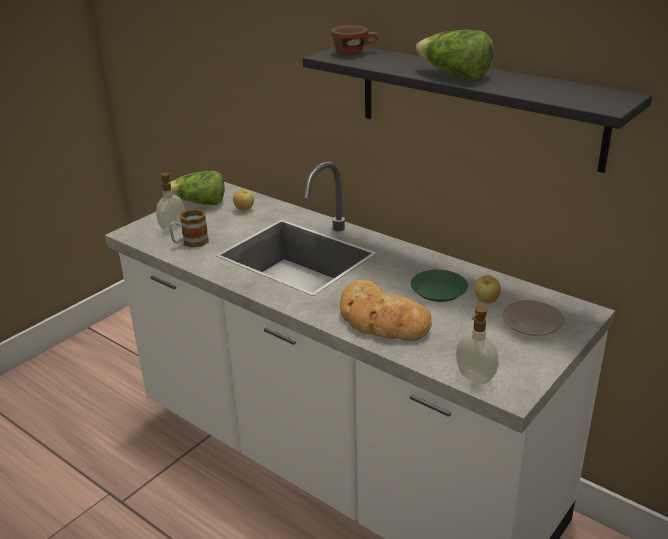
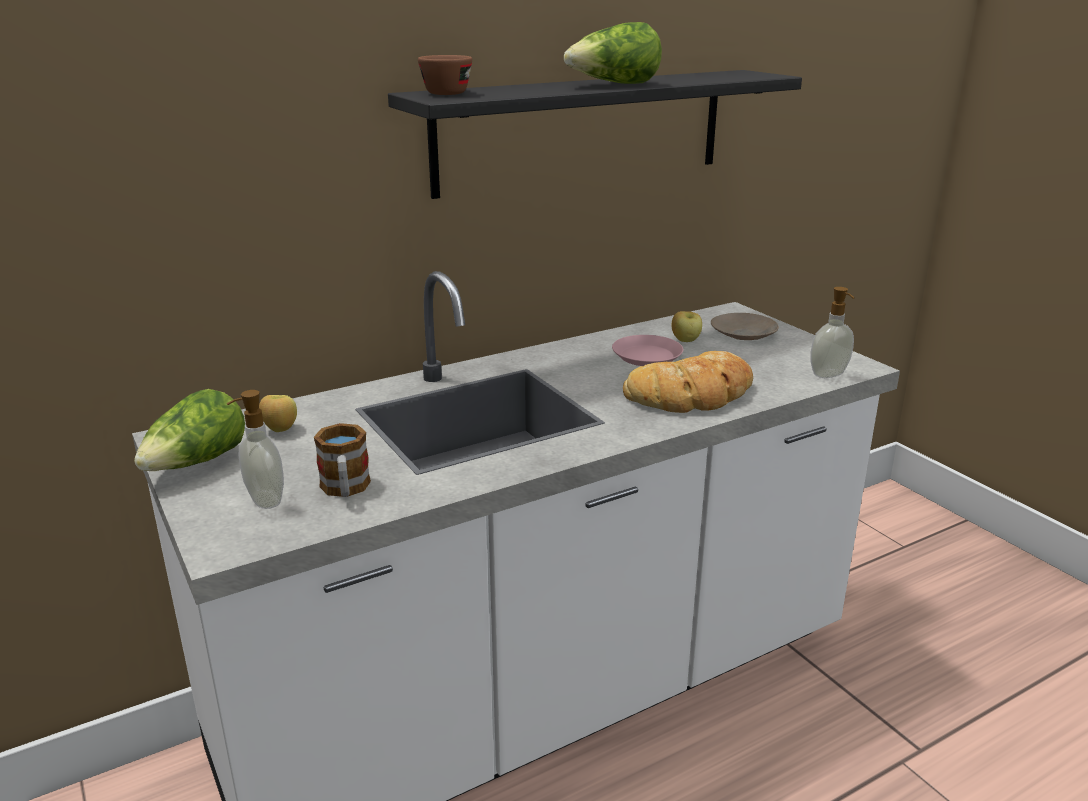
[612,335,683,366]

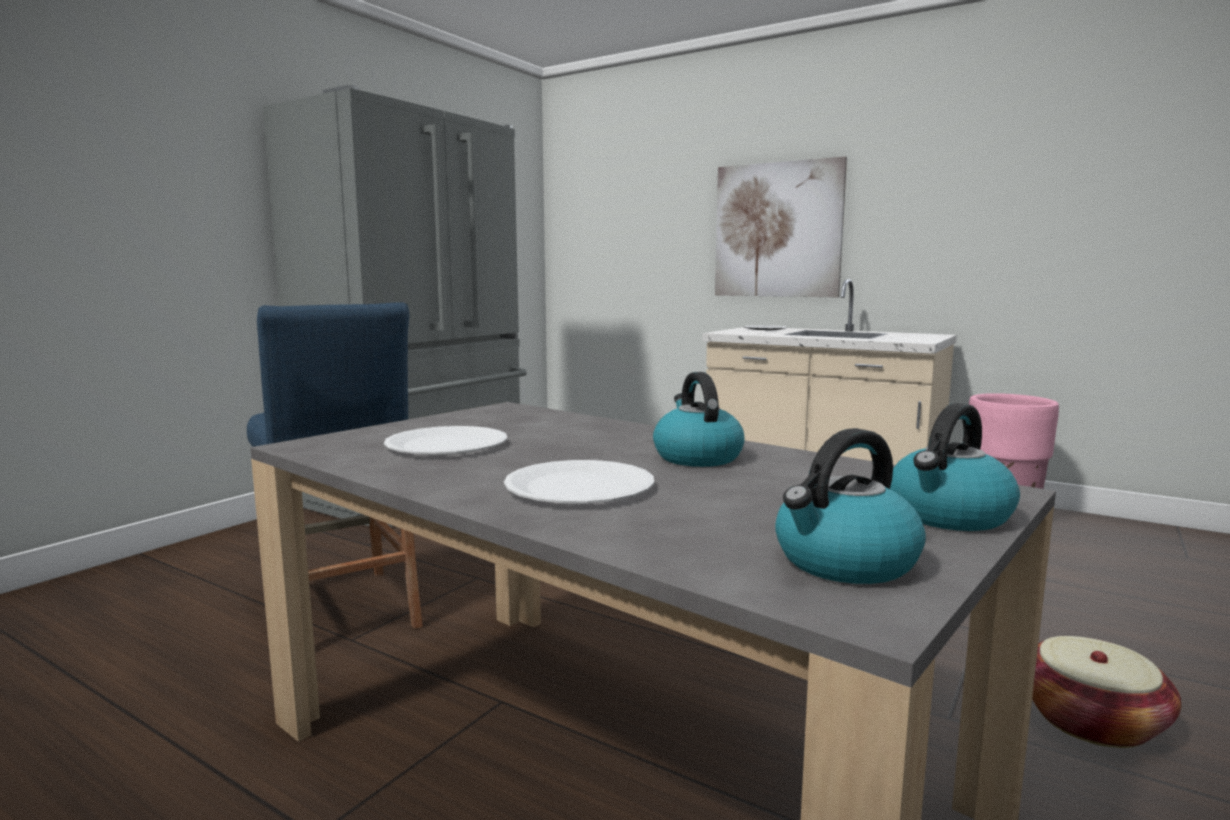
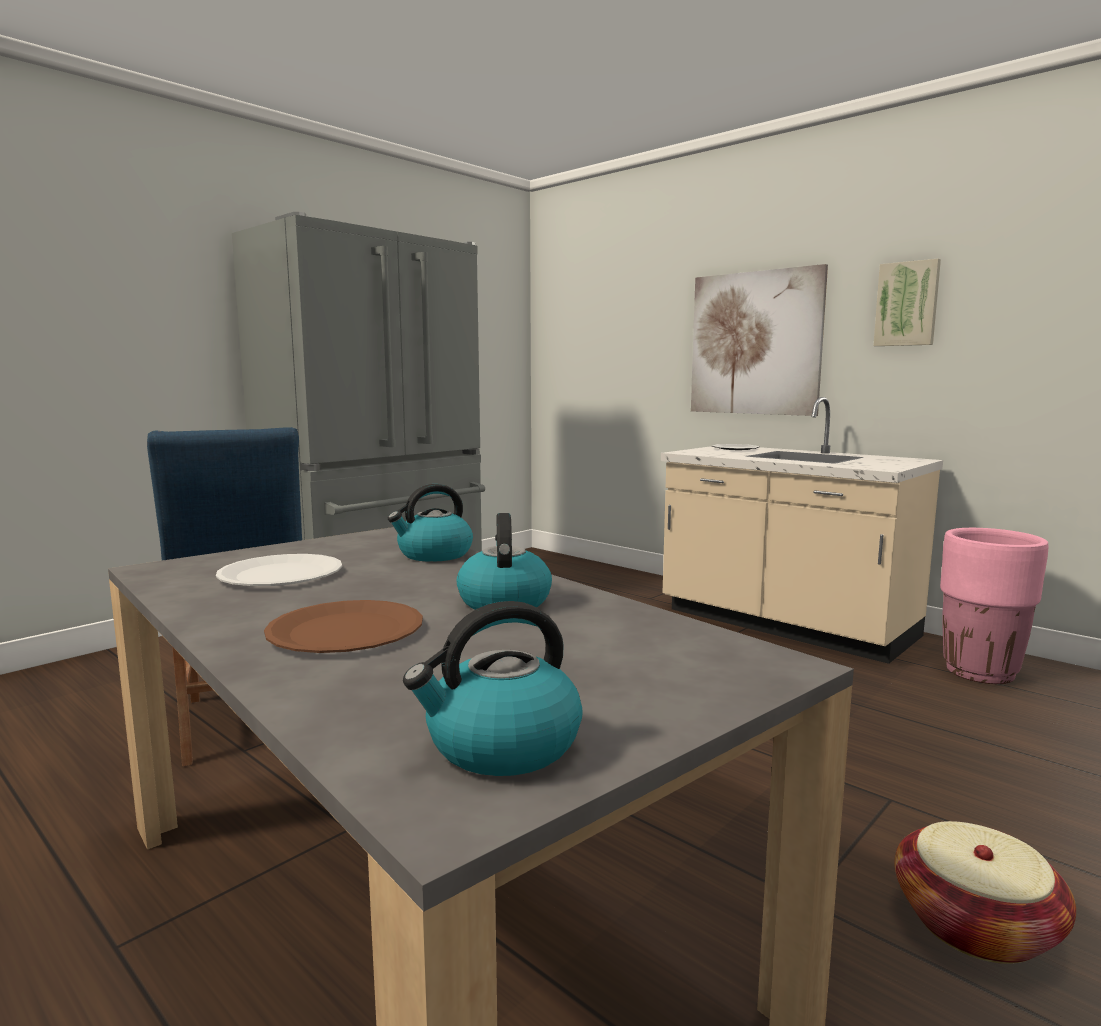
[264,600,423,653]
[388,484,473,562]
[873,258,941,346]

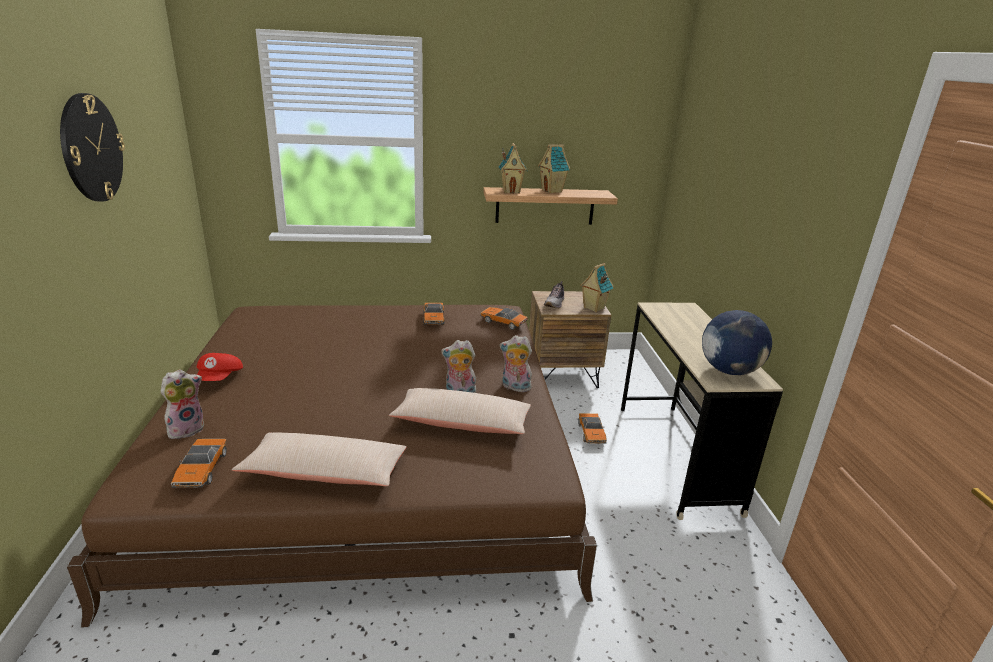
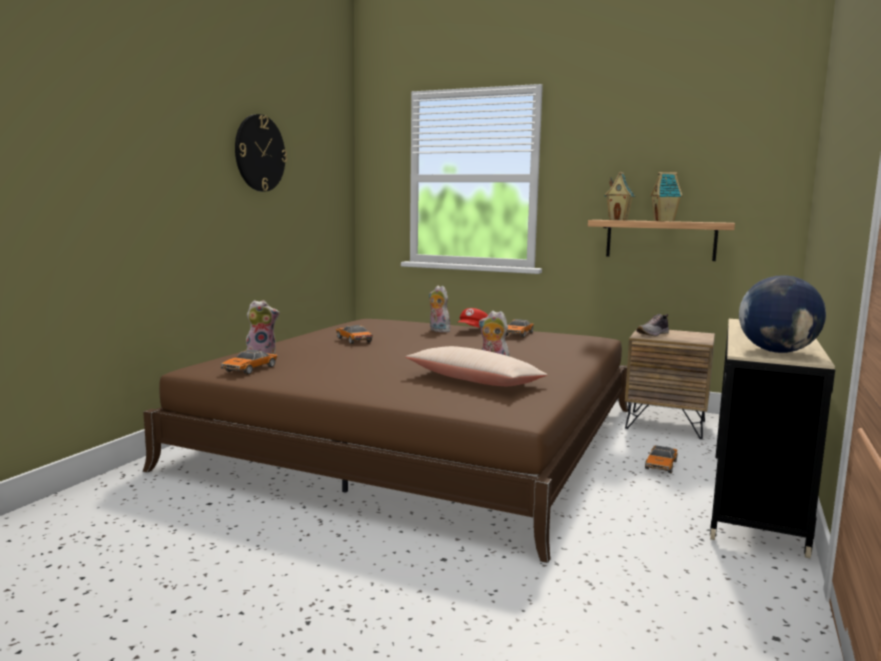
[336,325,373,344]
[429,285,450,332]
[457,308,488,328]
[232,432,406,486] (first image)
[580,263,614,312] (first image)

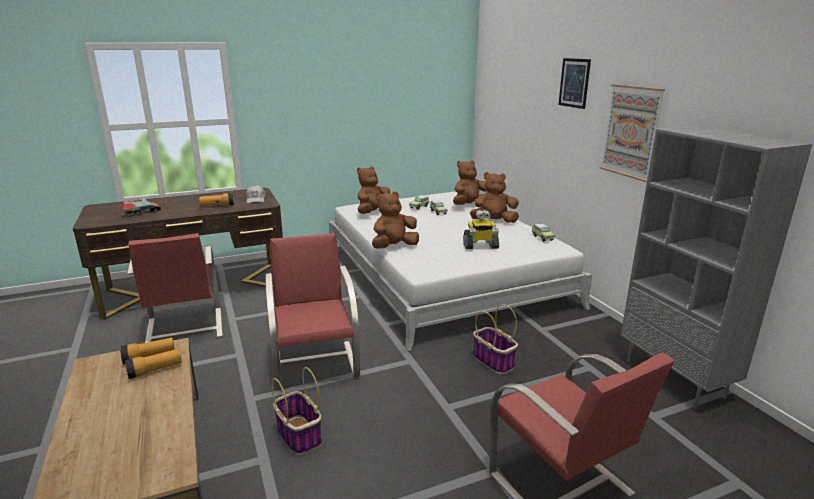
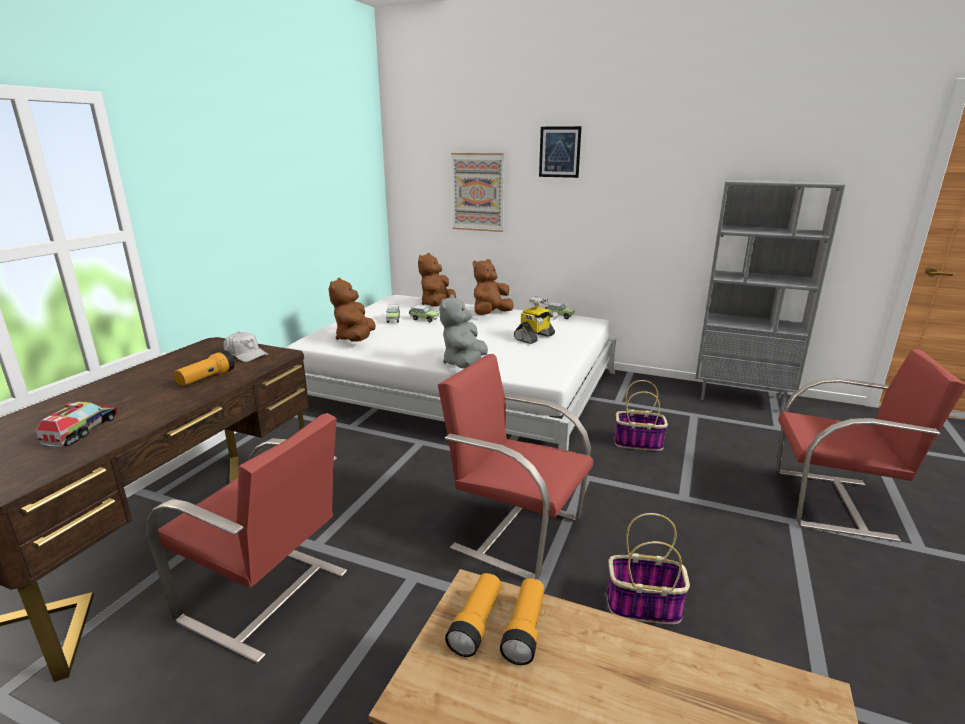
[439,295,488,369]
[451,153,504,232]

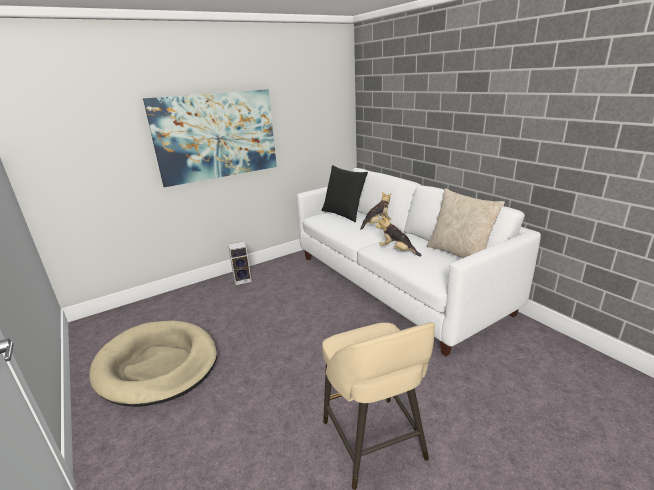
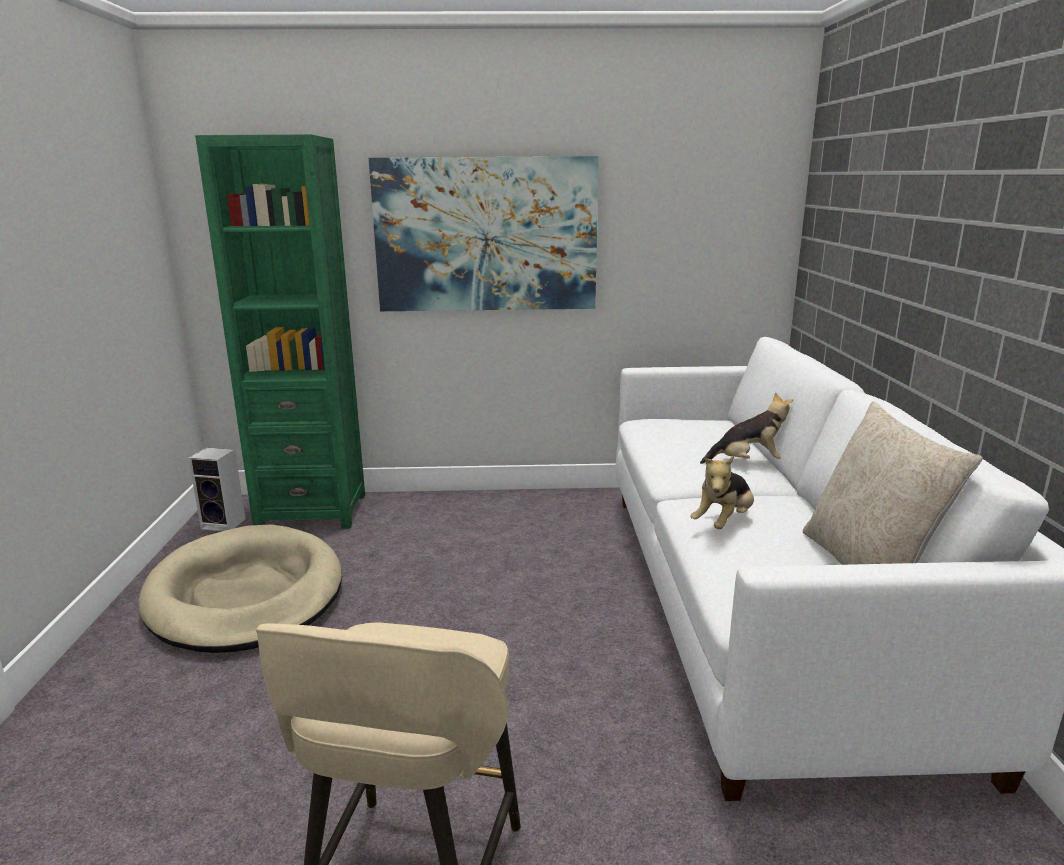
[189,448,246,532]
[195,134,365,529]
[690,456,754,529]
[321,165,368,222] (first image)

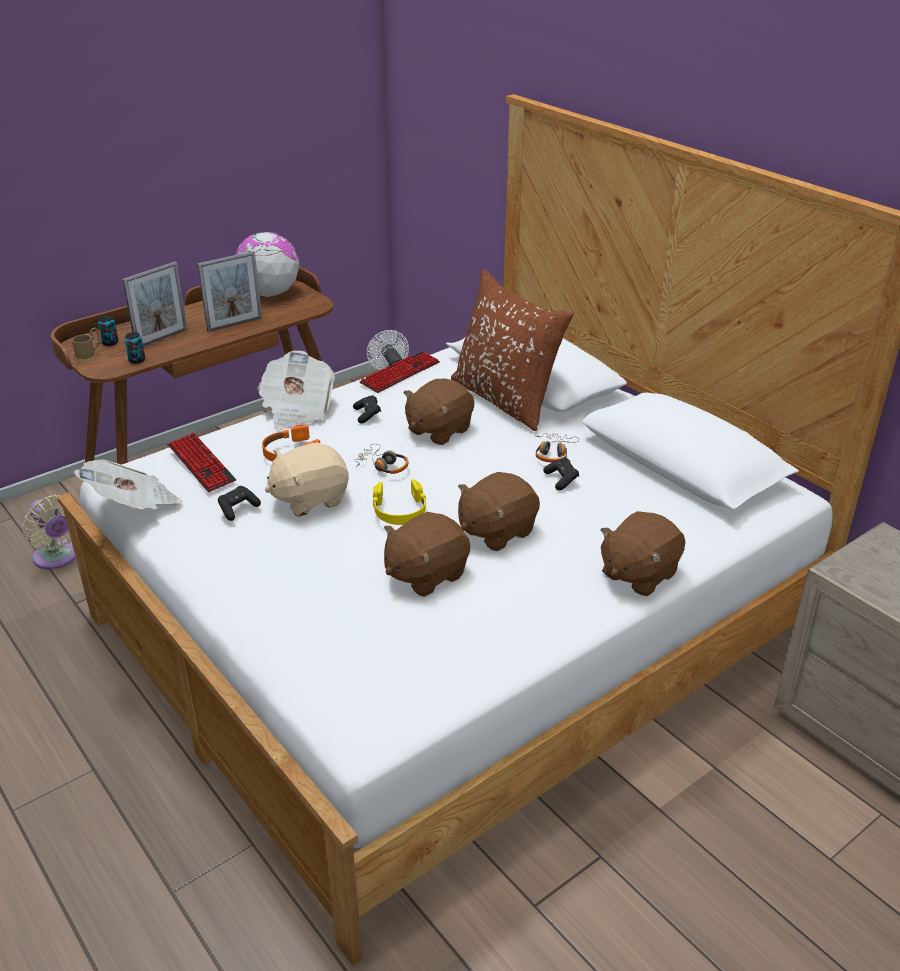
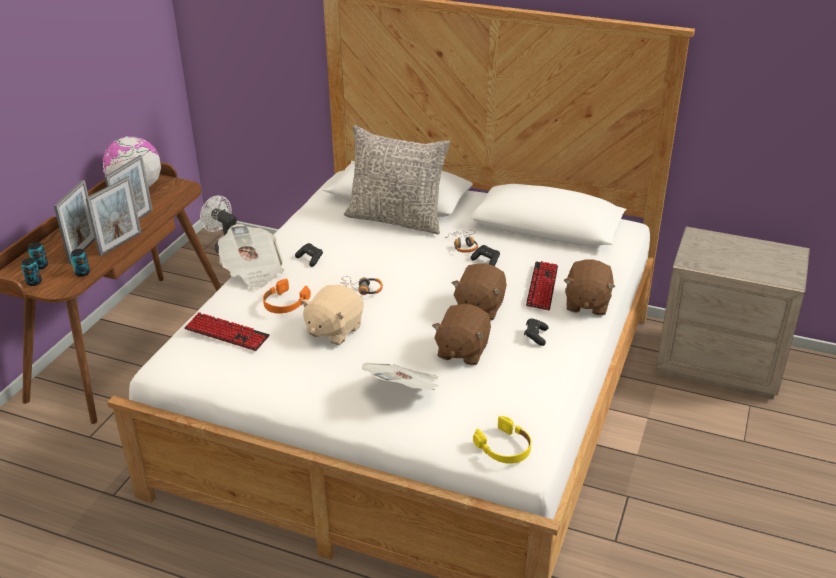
[21,258,42,286]
[86,176,141,256]
[344,125,450,234]
[362,363,438,390]
[473,416,531,464]
[524,318,548,346]
[526,261,558,310]
[23,495,76,569] (first image)
[403,379,474,445] (first image)

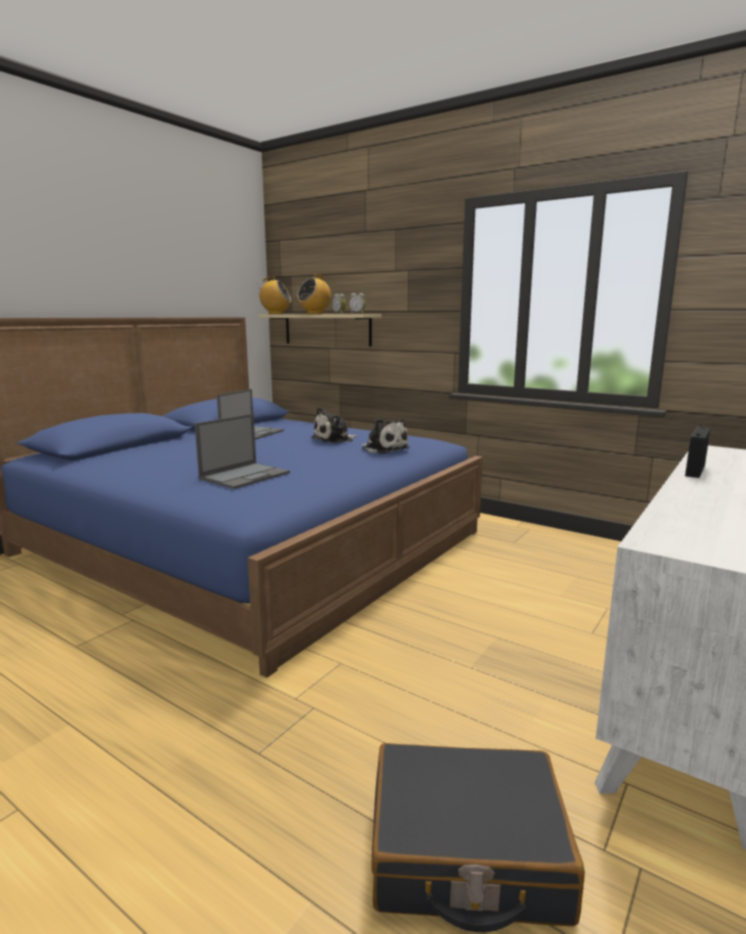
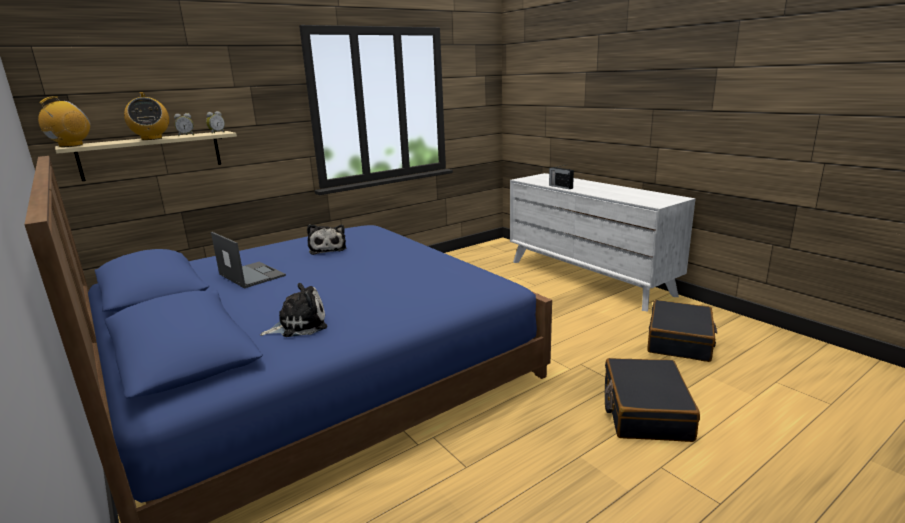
[260,283,327,337]
[605,358,700,442]
[195,414,290,489] (first image)

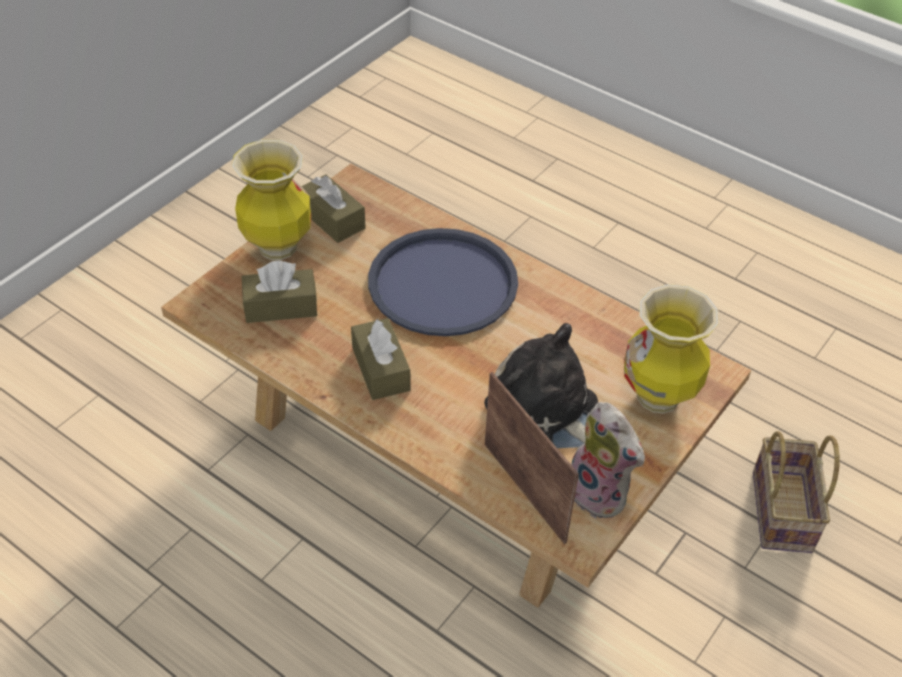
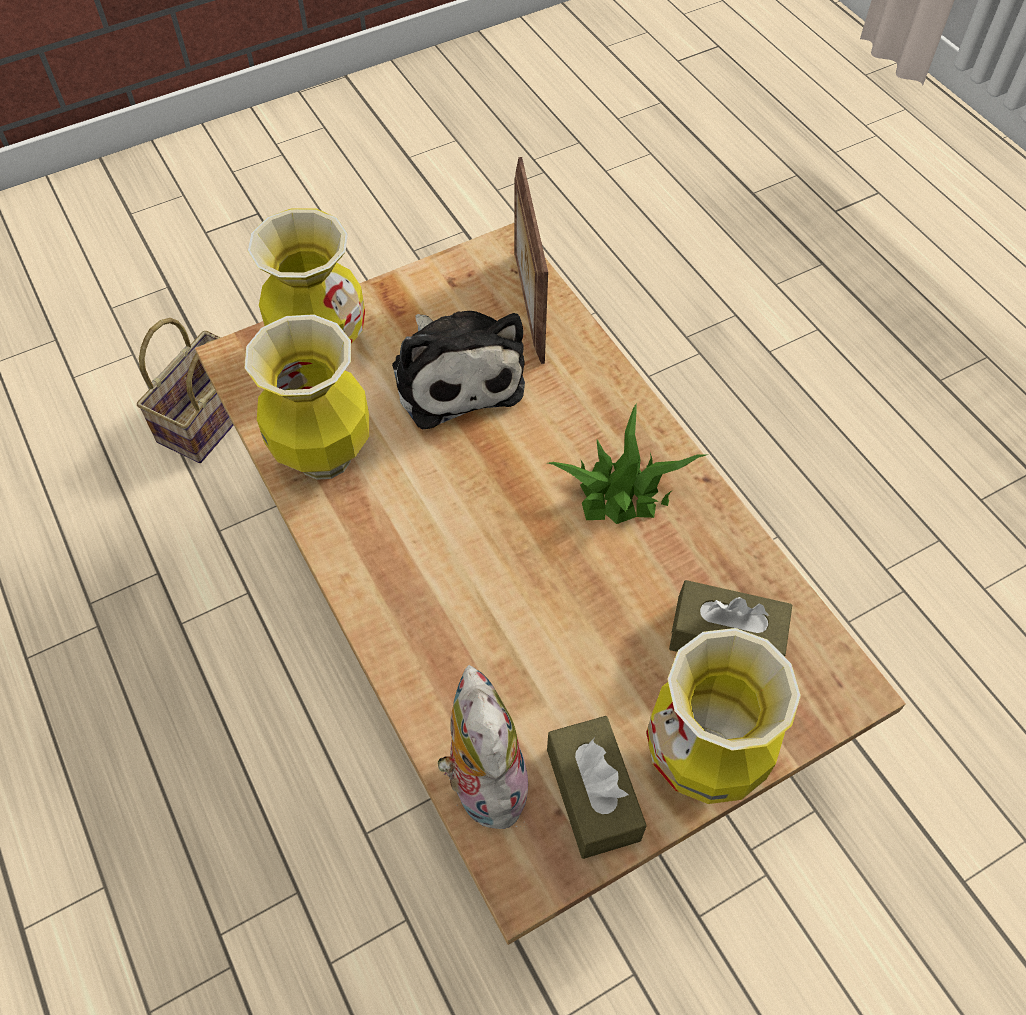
[245,314,369,480]
[437,665,528,829]
[548,404,706,524]
[368,228,518,336] (first image)

